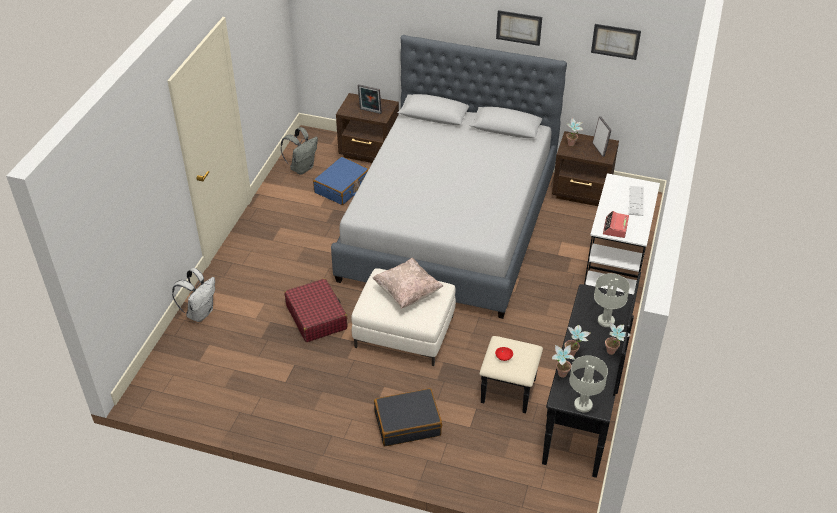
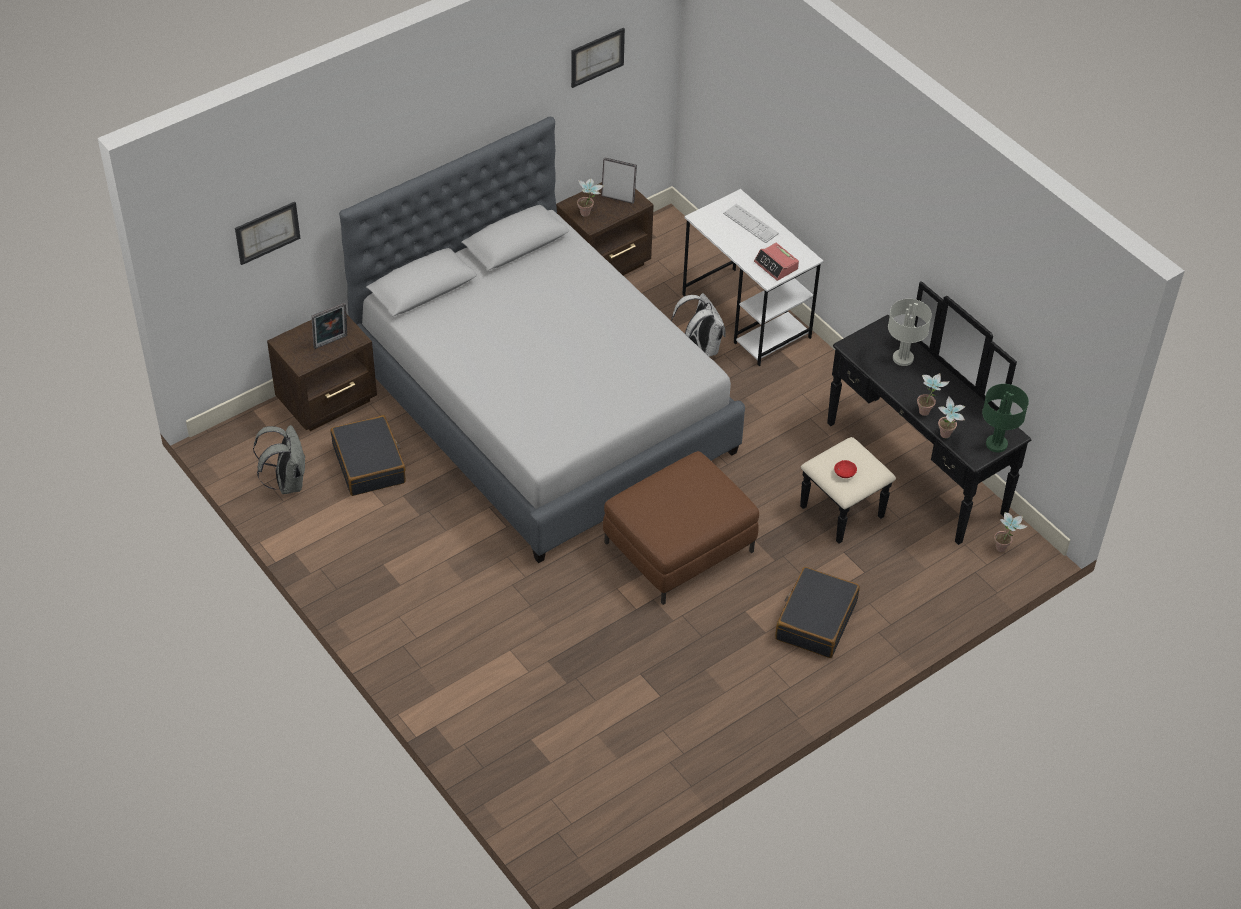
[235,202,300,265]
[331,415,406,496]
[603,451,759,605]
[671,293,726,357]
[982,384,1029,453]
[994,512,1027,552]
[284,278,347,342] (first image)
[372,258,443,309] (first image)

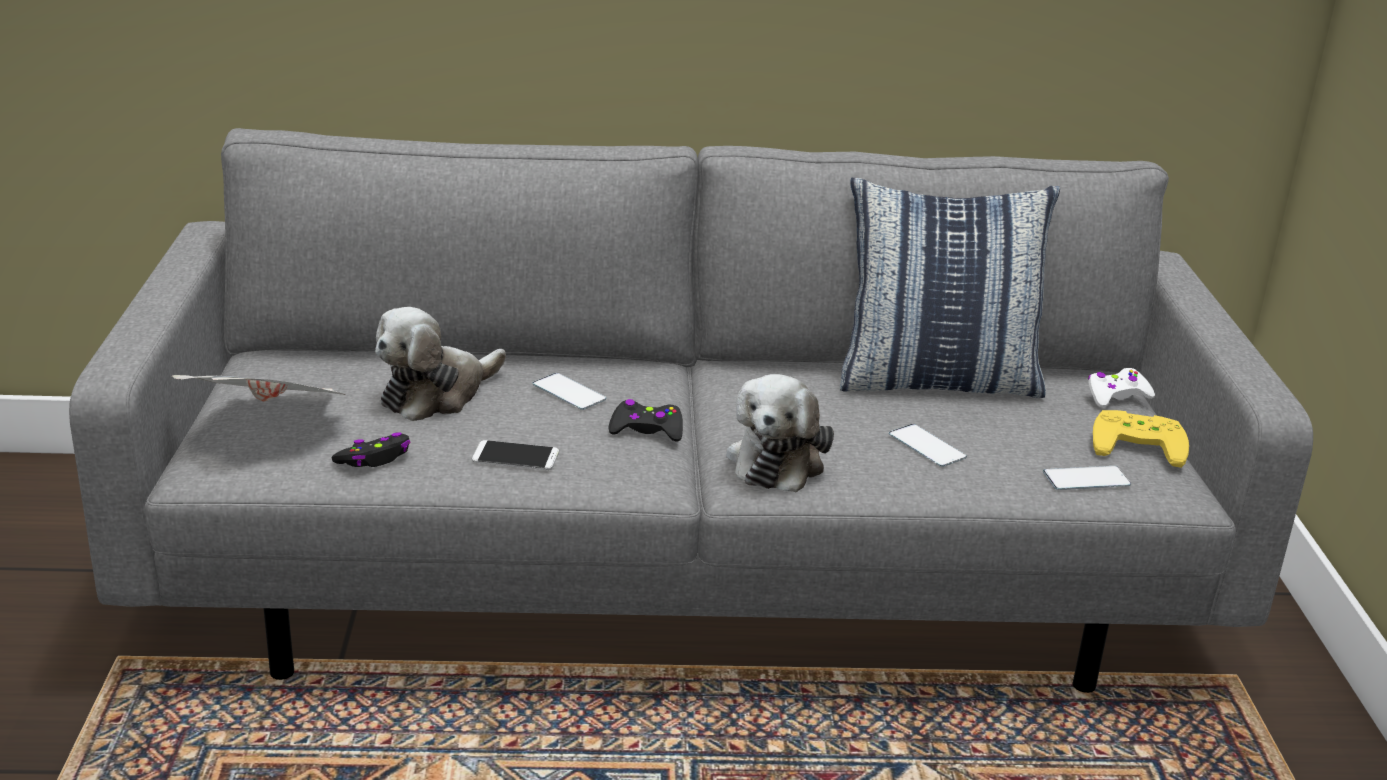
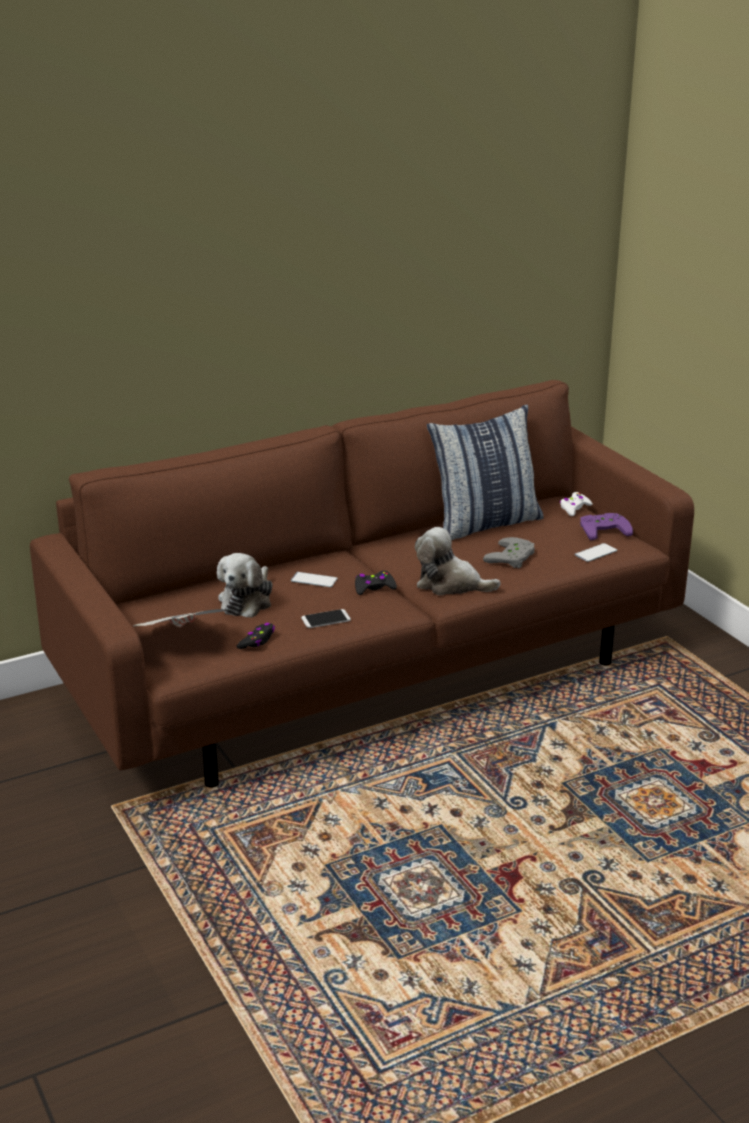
[30,380,694,788]
[415,527,501,595]
[483,537,535,568]
[580,513,633,540]

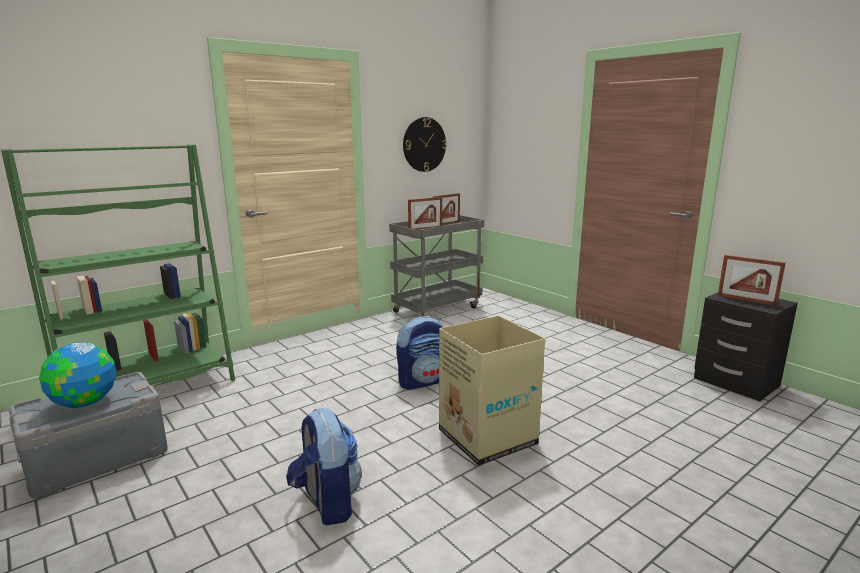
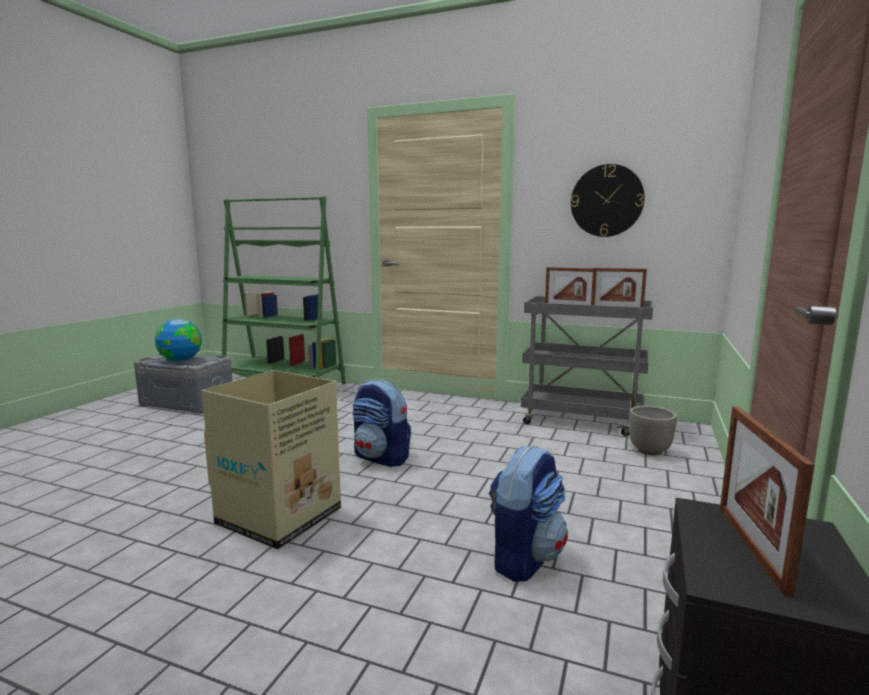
[489,445,568,582]
[629,406,677,455]

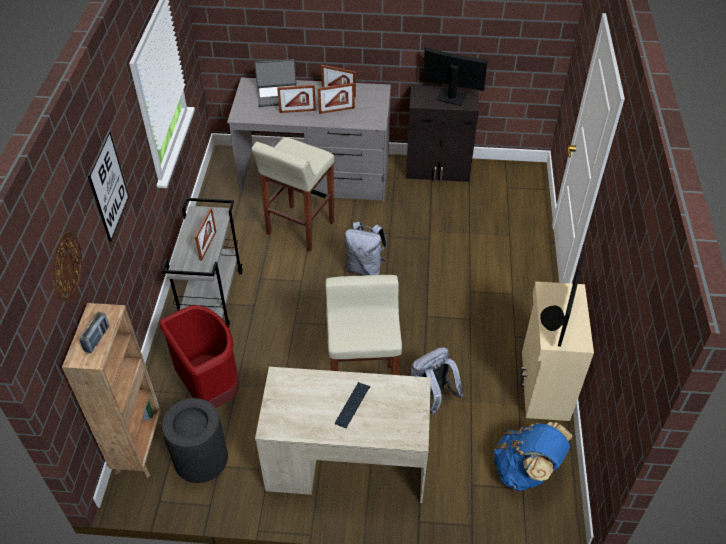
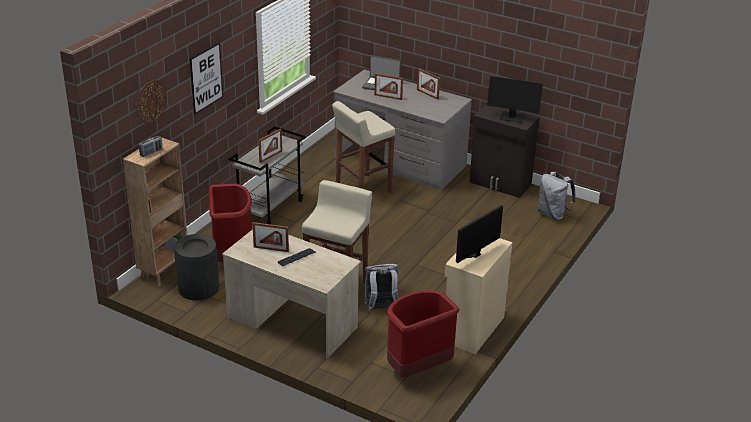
[252,222,289,252]
[386,290,460,378]
[487,76,543,123]
[538,172,576,220]

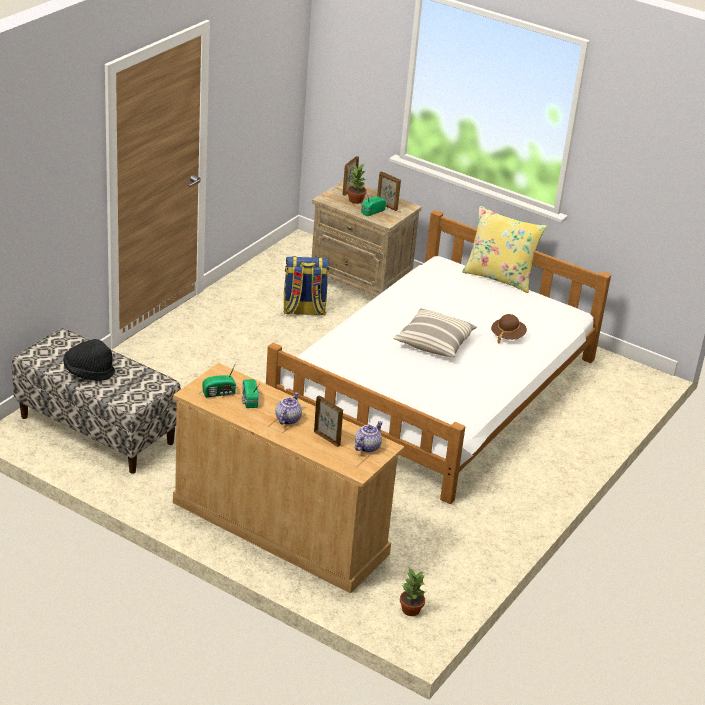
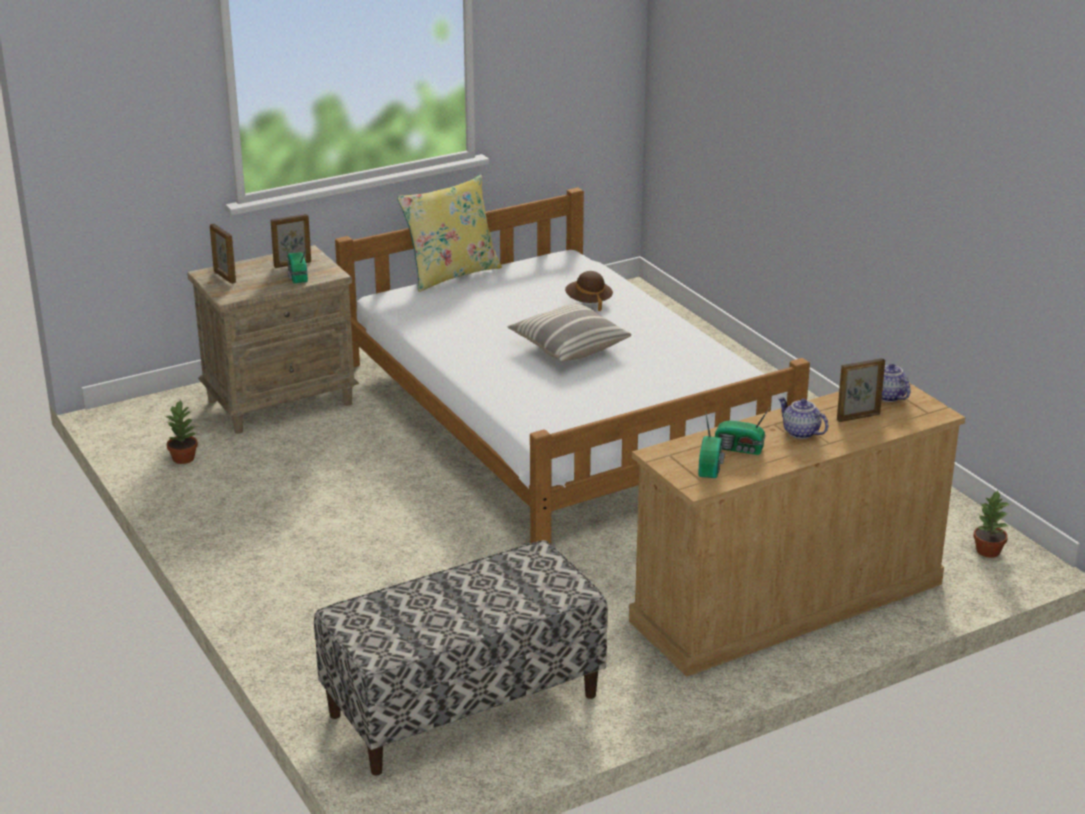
[165,399,198,464]
[63,339,114,381] (first image)
[283,256,329,315] (first image)

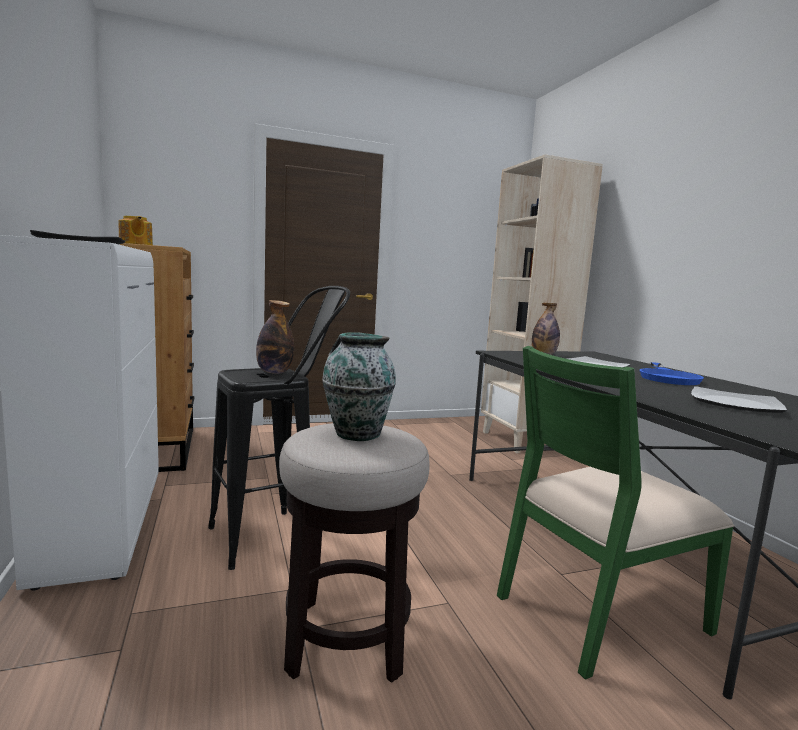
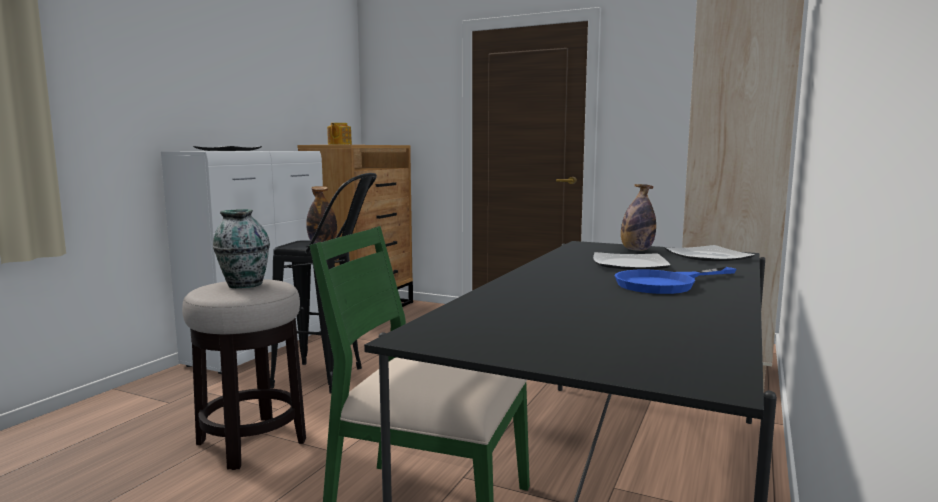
[665,245,755,261]

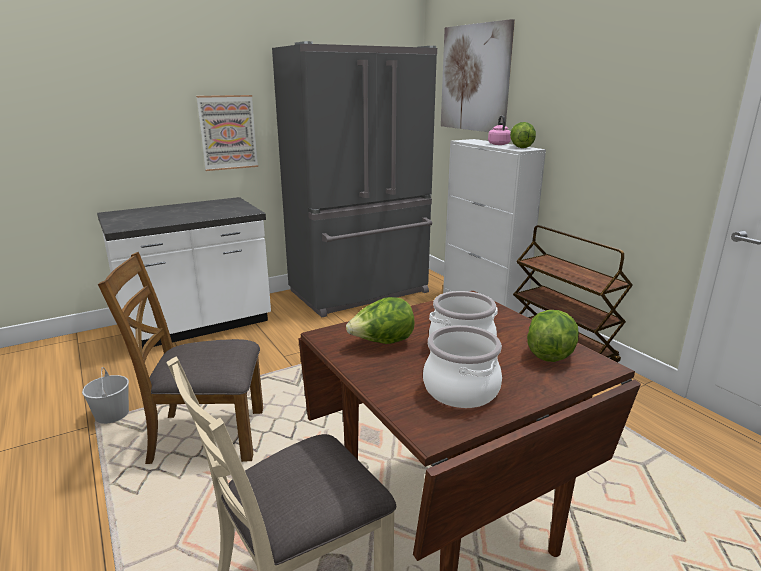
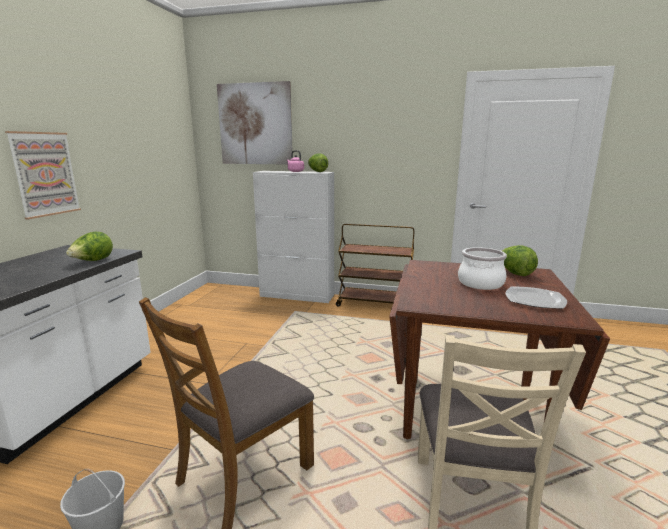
[66,232,113,261]
[505,286,567,309]
[272,41,437,317] (first image)

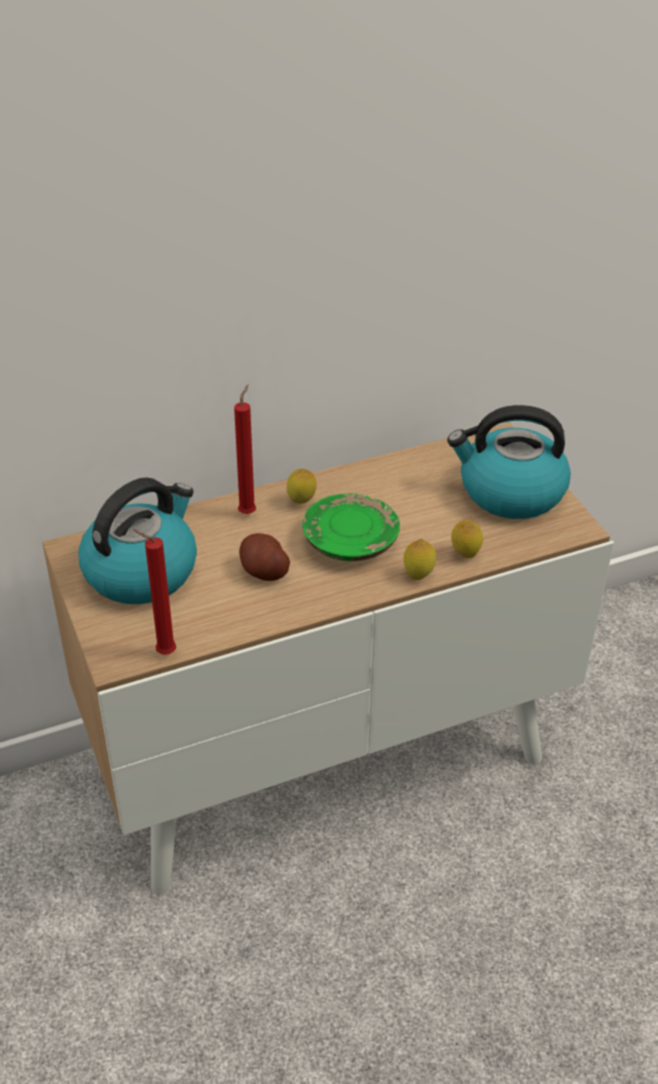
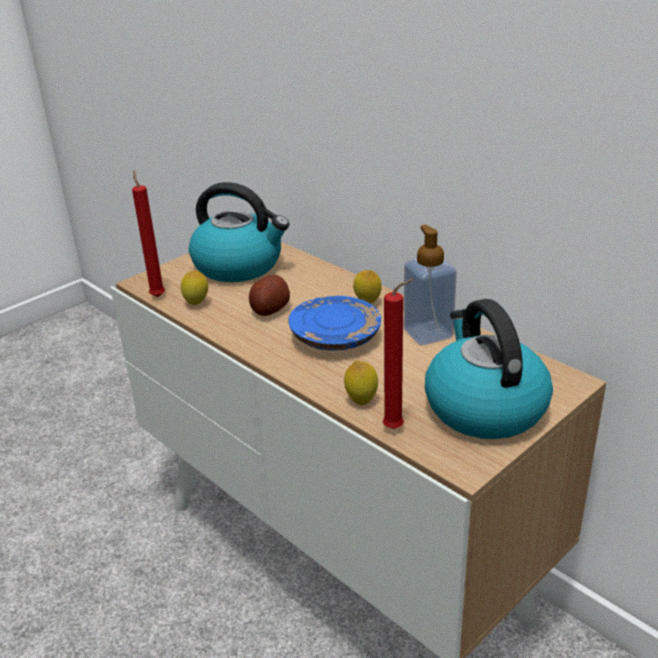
[181,270,208,305]
[288,296,381,350]
[382,279,414,429]
[404,225,457,345]

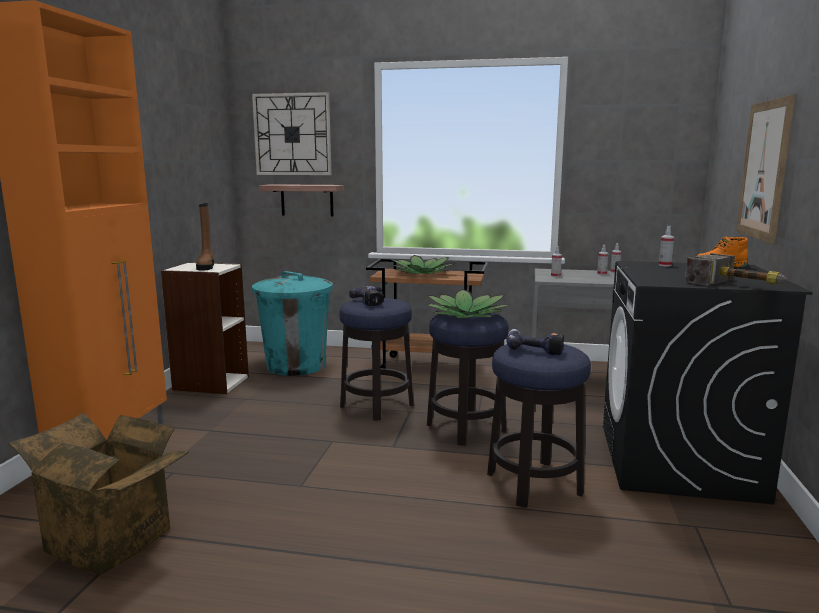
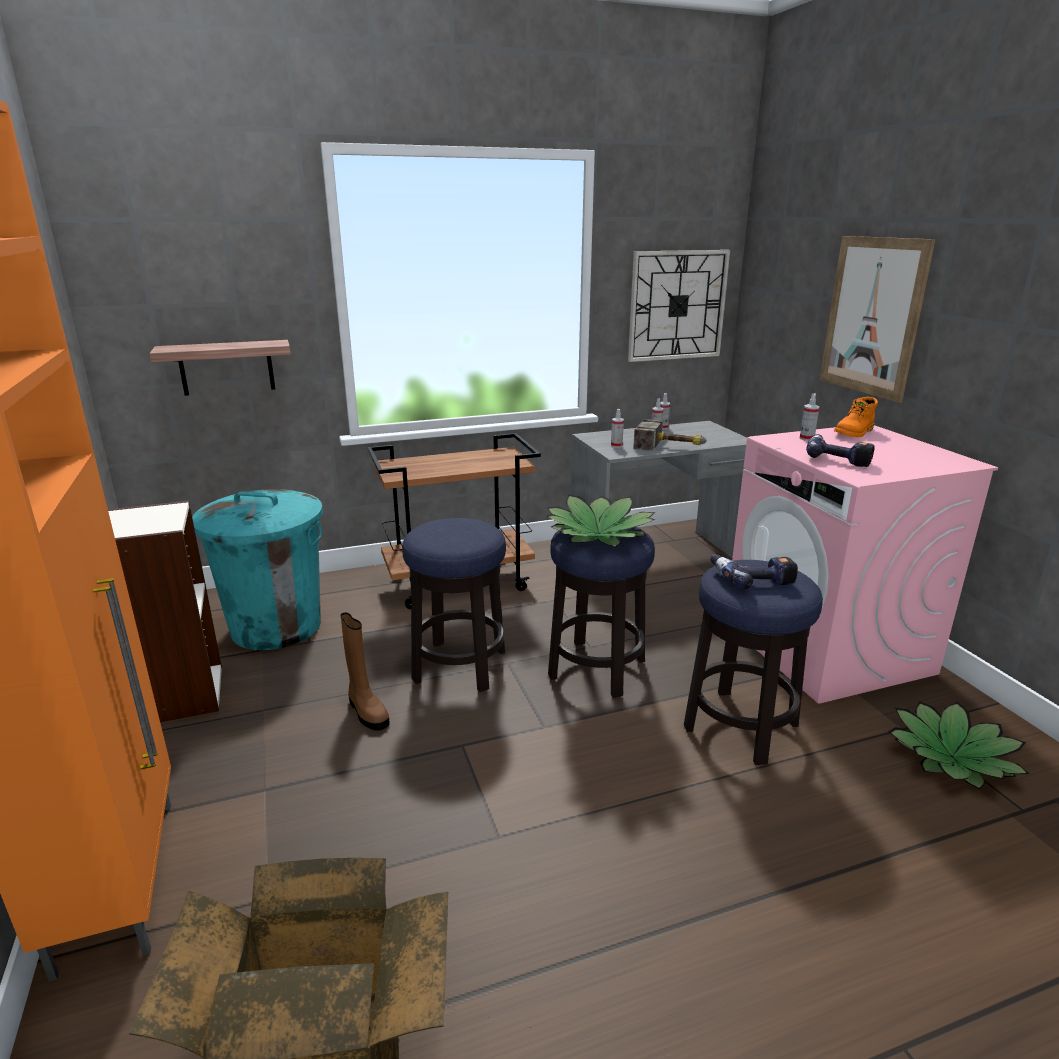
[341,612,390,730]
[628,250,730,362]
[633,419,707,451]
[732,425,998,704]
[806,434,875,467]
[888,701,1029,789]

